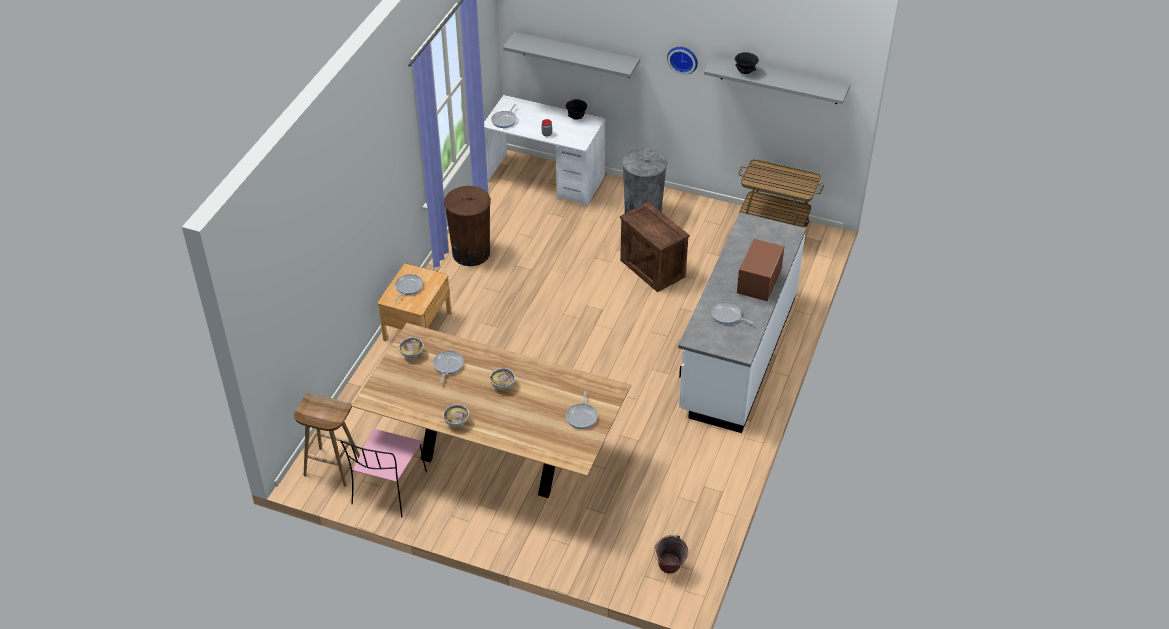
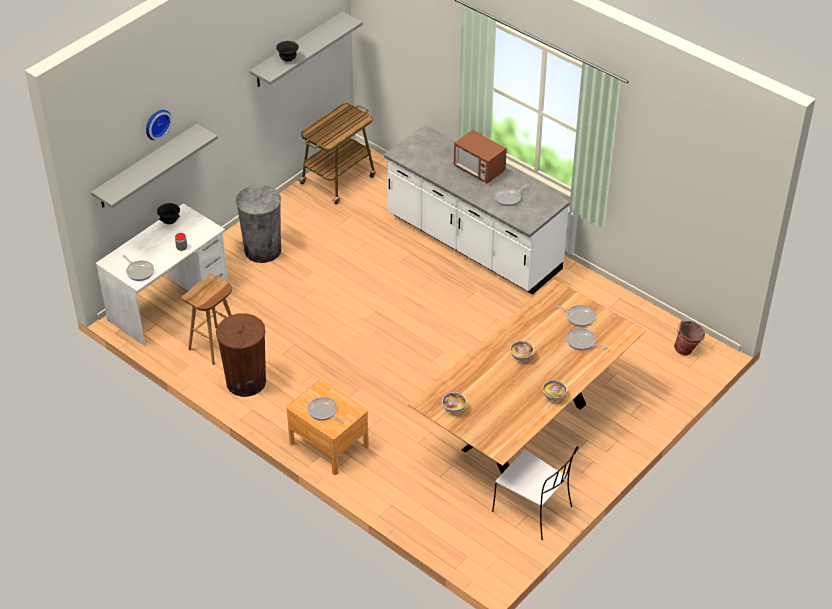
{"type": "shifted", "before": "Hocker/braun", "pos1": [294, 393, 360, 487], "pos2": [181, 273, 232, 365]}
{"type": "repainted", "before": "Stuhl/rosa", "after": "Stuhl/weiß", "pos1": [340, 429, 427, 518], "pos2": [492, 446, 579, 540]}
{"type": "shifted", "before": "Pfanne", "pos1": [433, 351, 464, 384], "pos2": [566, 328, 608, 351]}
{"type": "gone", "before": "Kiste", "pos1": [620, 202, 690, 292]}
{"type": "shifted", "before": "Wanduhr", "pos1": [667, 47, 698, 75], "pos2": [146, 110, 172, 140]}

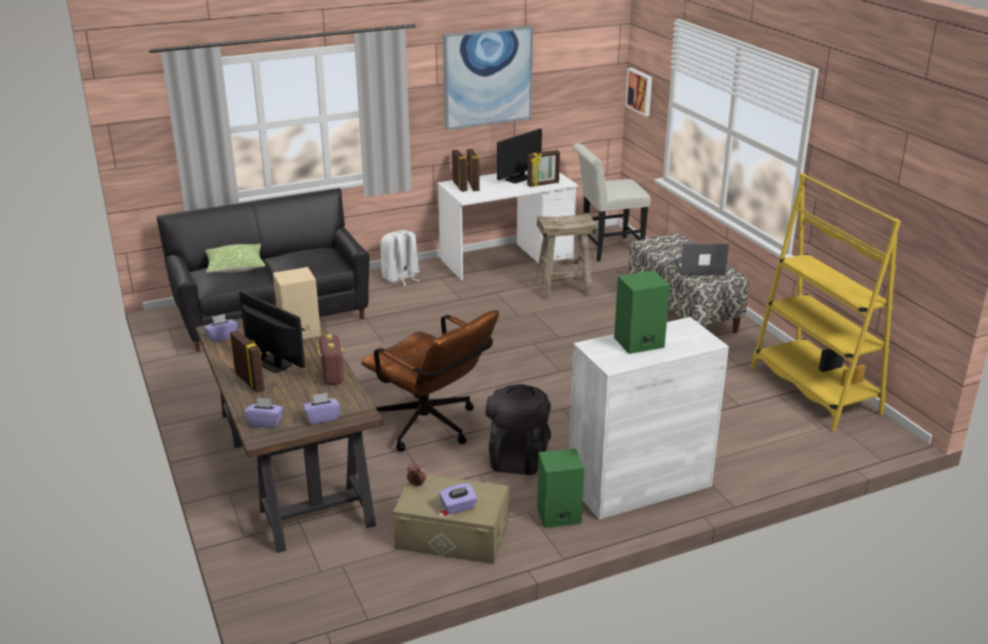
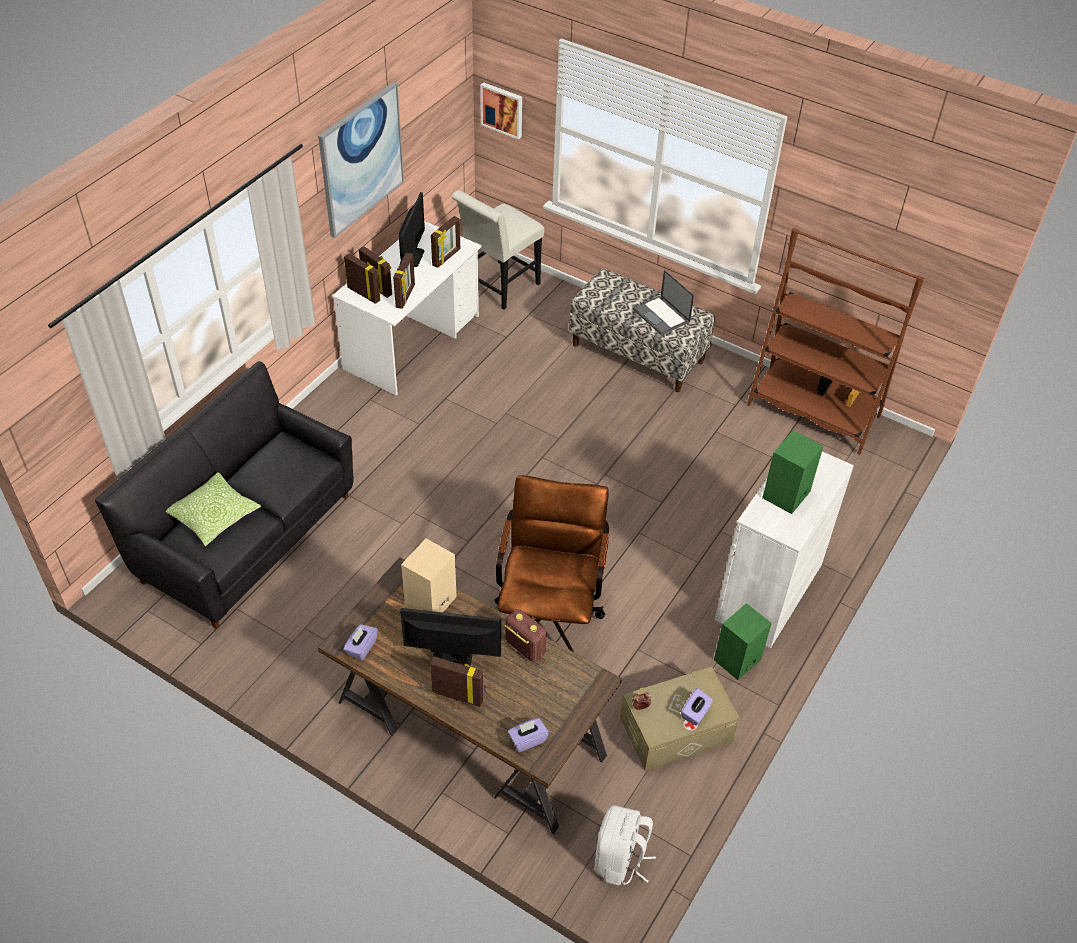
{"type": "gone", "before": "Taschentuchbox/lila", "pos1": [303, 393, 340, 424]}
{"type": "rotated", "before": "Bürostuhl/braun", "pos1": [361, 310, 499, 452], "pos2": [494, 475, 609, 652], "turn": -90}
{"type": "shifted", "before": "Rucksack/weiß", "pos1": [380, 230, 420, 286], "pos2": [595, 805, 656, 885]}
{"type": "gone", "before": "Rucksack/schwarz", "pos1": [486, 384, 551, 475]}
{"type": "gone", "before": "Hocker/beige", "pos1": [536, 213, 596, 300]}
{"type": "rotated", "before": "Laptop", "pos1": [674, 244, 729, 275], "pos2": [633, 270, 694, 336], "turn": -90}
{"type": "repainted", "before": "Bücherregal/gelb", "after": "Bücherregal/braun", "pos1": [751, 173, 901, 431], "pos2": [747, 228, 924, 455]}
{"type": "new", "after": "Bilderrahmen", "pos2": [393, 253, 415, 309]}

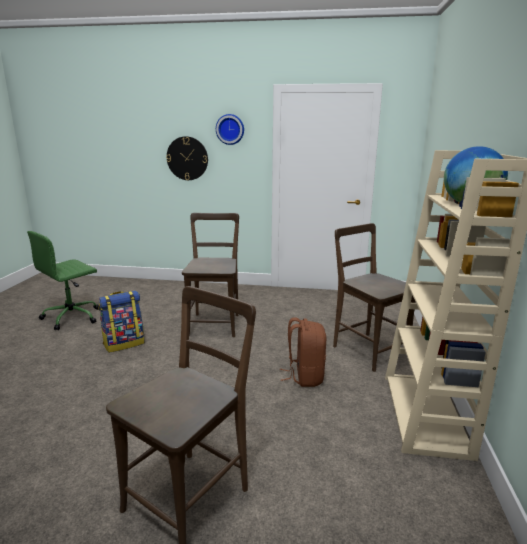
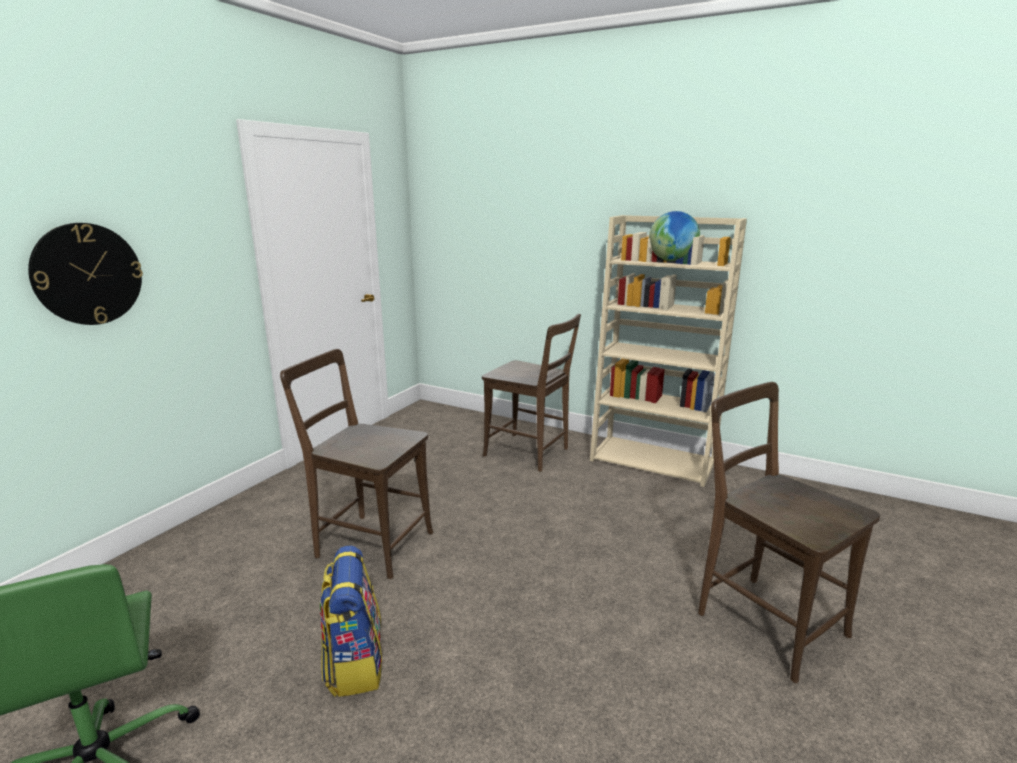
{"type": "gone", "before": "Wanduhr", "pos1": [216, 114, 244, 145]}
{"type": "gone", "before": "Rucksack/braun", "pos1": [280, 317, 326, 387]}
{"type": "rotated", "before": "Stuhl/braun", "pos1": [333, 223, 416, 372], "pos2": [482, 314, 581, 472], "turn": -135}

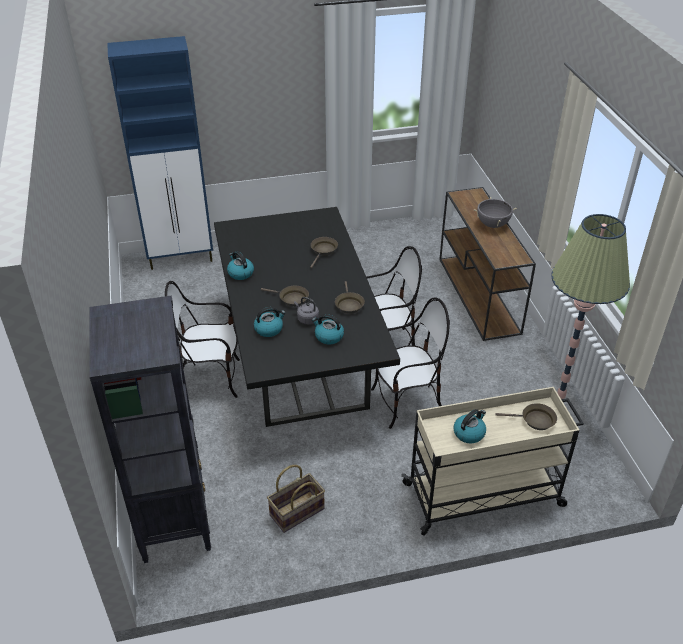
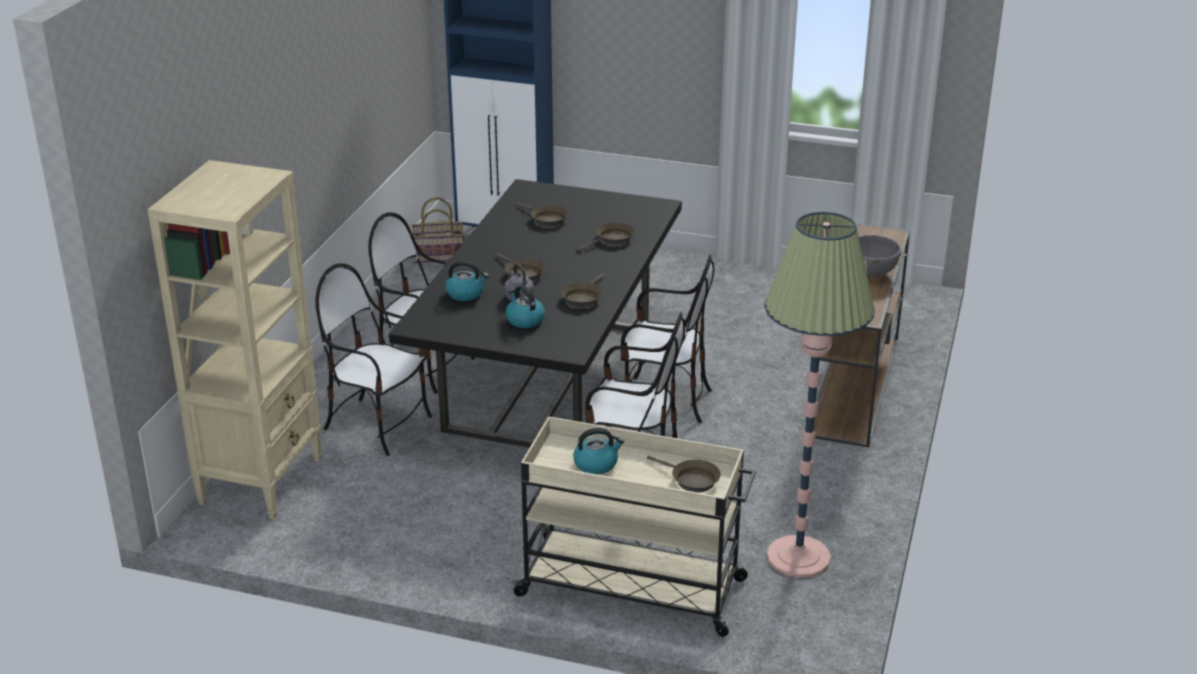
{"type": "repainted", "before": "Bücherregal/schwarz", "after": "Bücherregal/beige", "pos1": [89, 296, 211, 563], "pos2": [147, 160, 322, 519]}
{"type": "gone", "before": "Wasserkessel", "pos1": [227, 251, 254, 280]}
{"type": "shifted", "before": "Korb", "pos1": [267, 465, 325, 533], "pos2": [410, 197, 464, 263]}
{"type": "new", "after": "Stuhl", "pos2": [315, 263, 432, 456]}
{"type": "new", "after": "Pfanne/braun", "pos2": [516, 203, 568, 227]}

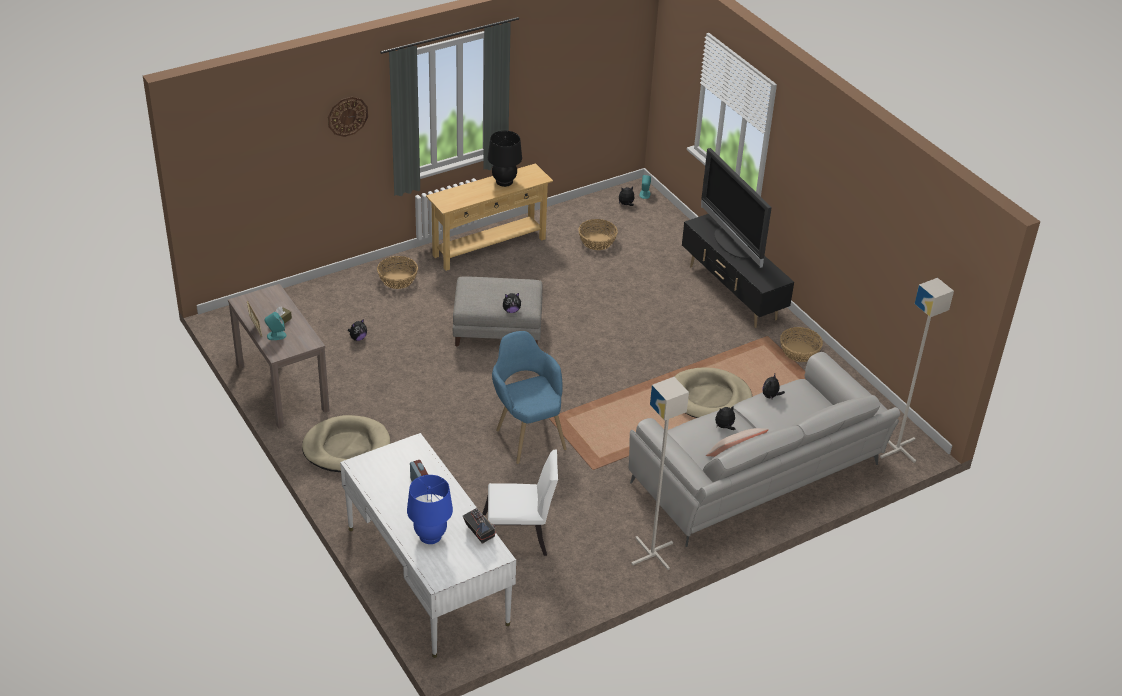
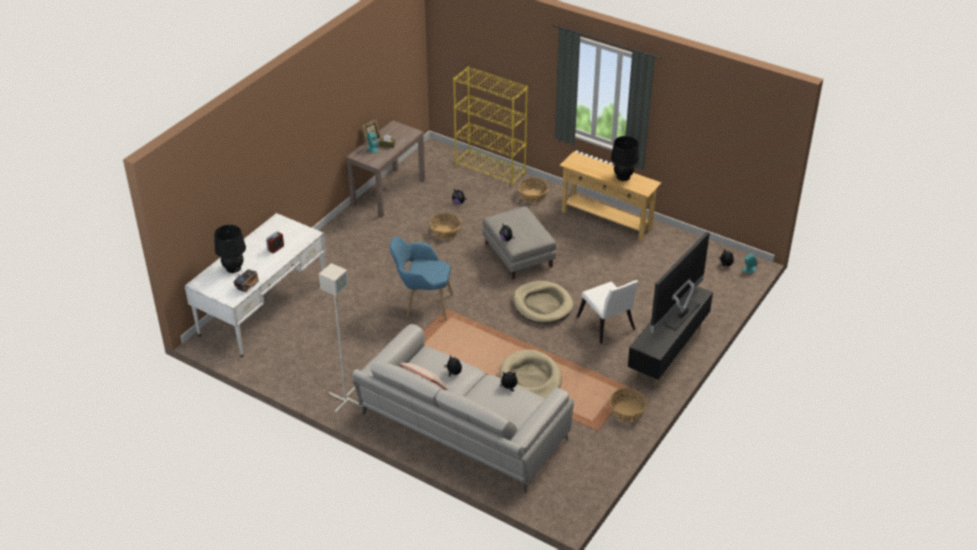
{"type": "shifted", "before": "Hundebett/beige", "pos1": [302, 415, 390, 472], "pos2": [513, 281, 574, 323]}
{"type": "gone", "before": "Wanduhr", "pos1": [328, 97, 368, 137]}
{"type": "repainted", "before": "Tischlampe/blau", "after": "Tischlampe/schwarz", "pos1": [407, 475, 453, 544], "pos2": [214, 225, 246, 273]}
{"type": "shifted", "before": "Stuhl/weiß", "pos1": [482, 449, 558, 556], "pos2": [577, 280, 638, 344]}
{"type": "rotated", "before": "Sessel/blau", "pos1": [492, 331, 567, 464], "pos2": [390, 236, 453, 321], "turn": -120}
{"type": "shifted", "before": "Korb", "pos1": [578, 219, 618, 250], "pos2": [429, 213, 461, 239]}
{"type": "gone", "before": "Stehlampe/grau", "pos1": [880, 278, 954, 463]}
{"type": "new", "after": "Bücherregal/gelb", "pos2": [453, 67, 528, 187]}

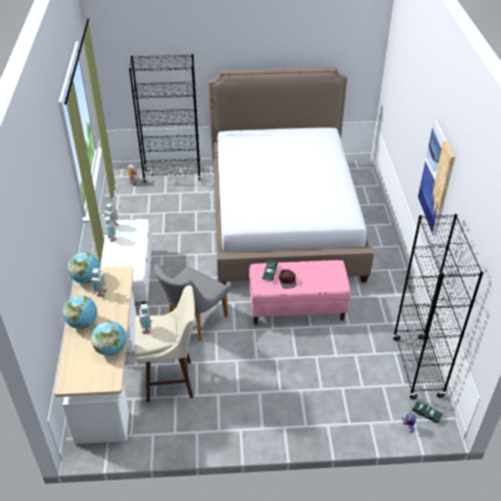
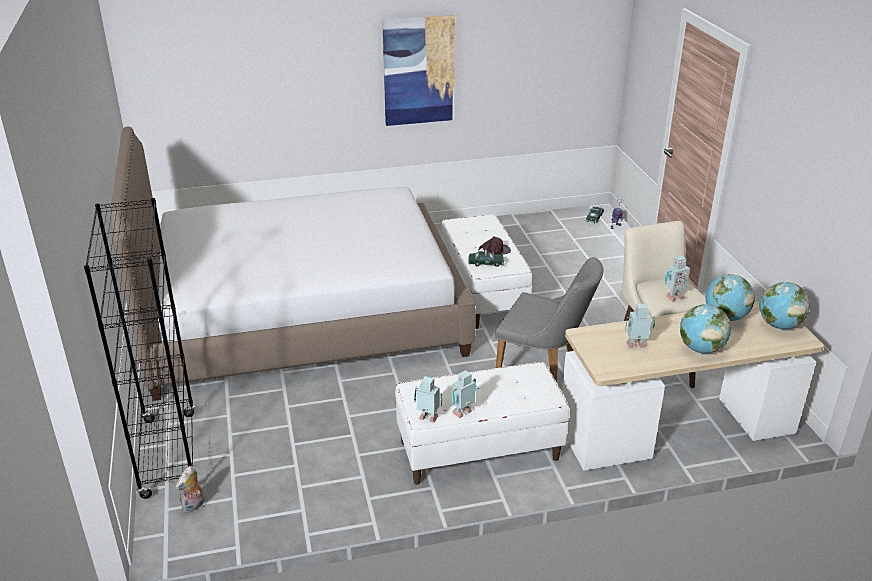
{"type": "shifted", "before": "Globus", "pos1": [68, 252, 100, 284], "pos2": [760, 282, 810, 329]}
{"type": "repainted", "before": "Bank/rosa", "after": "Bank/weiß", "pos1": [249, 260, 351, 325], "pos2": [441, 214, 532, 329]}
{"type": "gone", "before": "Bücherregal/schwarz", "pos1": [393, 214, 484, 399]}

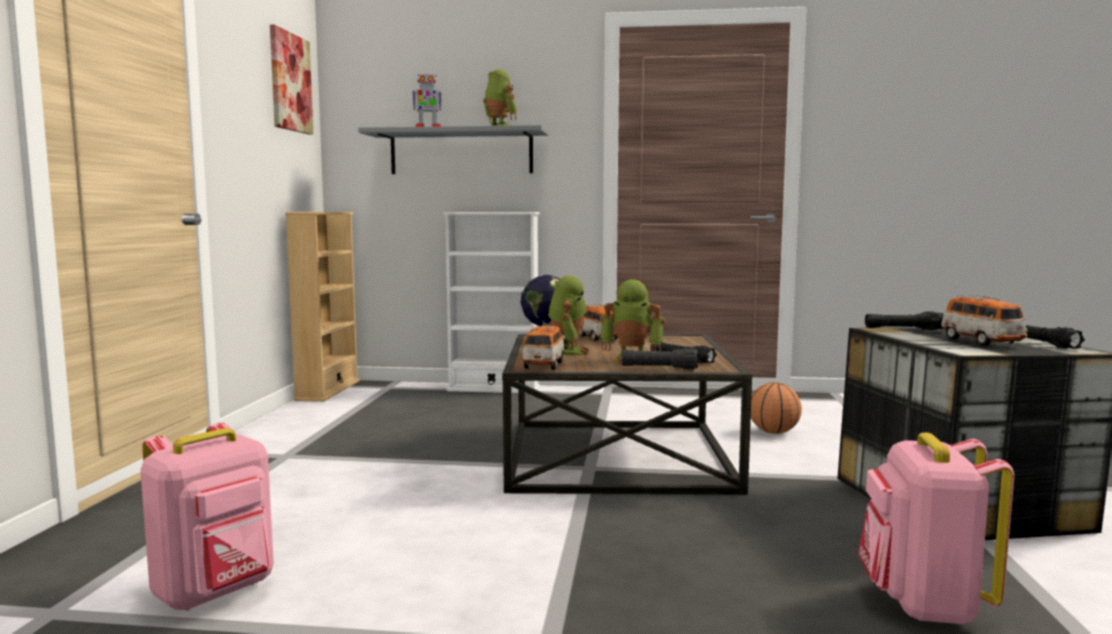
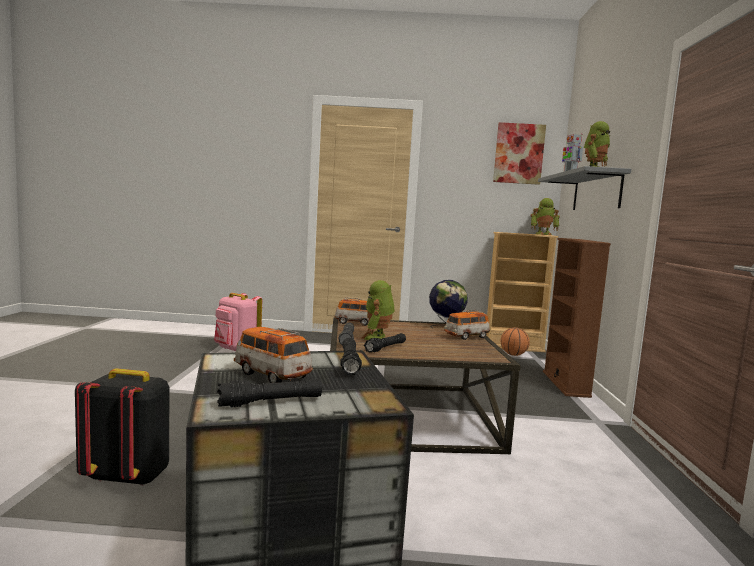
{"type": "repainted", "before": "Bücherregal/weiß", "after": "Bücherregal/braun", "pos1": [443, 212, 540, 394], "pos2": [543, 238, 611, 398]}
{"type": "shifted", "before": "Spielzeugroboter", "pos1": [548, 276, 589, 355], "pos2": [531, 198, 560, 235]}
{"type": "shifted", "before": "Basketball", "pos1": [751, 382, 802, 434], "pos2": [501, 327, 530, 356]}
{"type": "repainted", "before": "Rucksack/rosa", "after": "Rucksack/schwarz", "pos1": [858, 432, 1014, 624], "pos2": [75, 368, 169, 486]}
{"type": "rotated", "before": "Spielzeugauto", "pos1": [941, 294, 1028, 346], "pos2": [234, 327, 313, 383], "turn": 60}

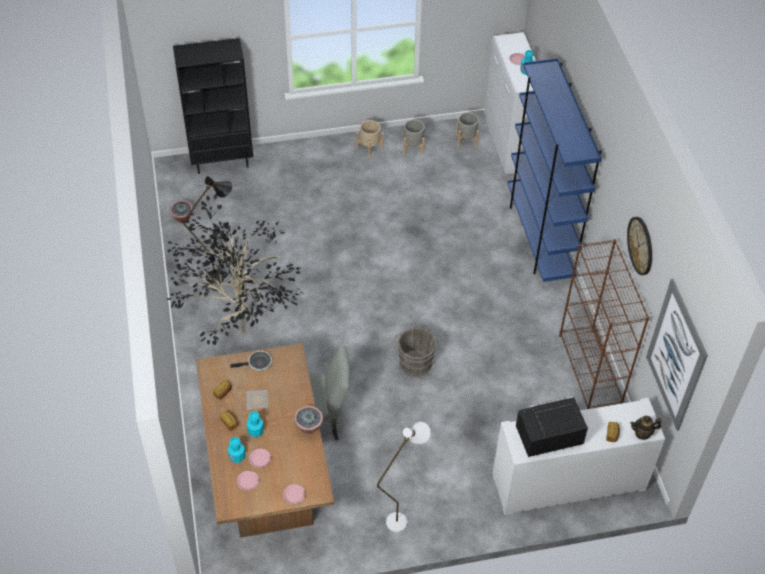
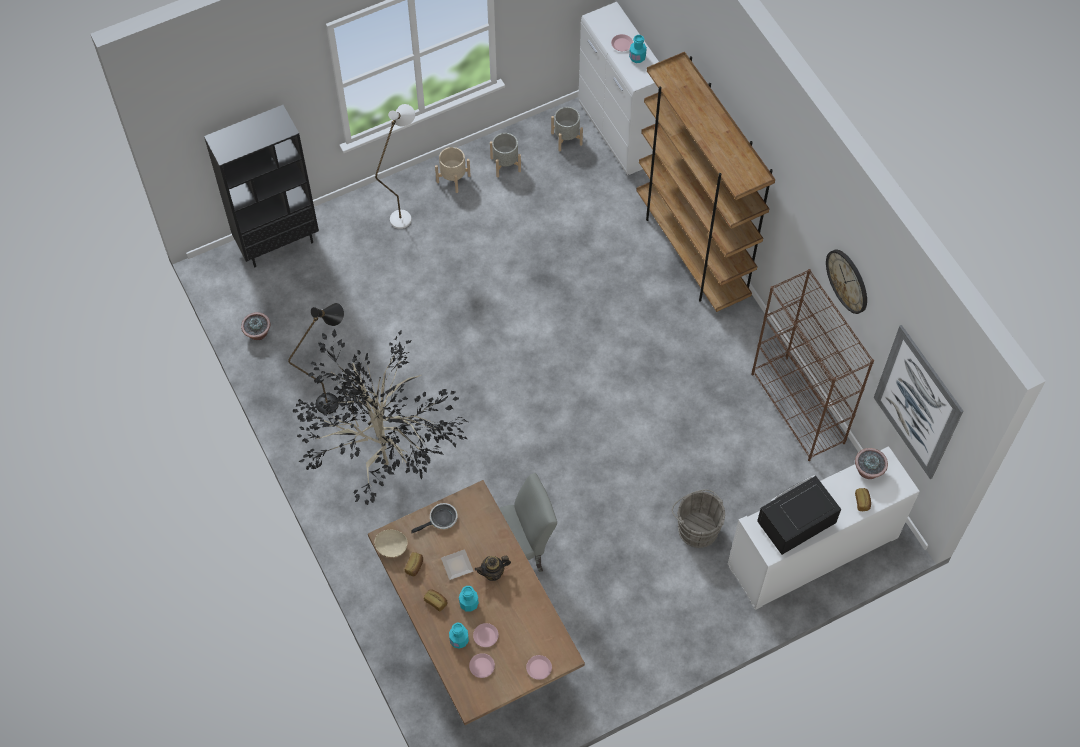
{"type": "shifted", "before": "Topfpflanze", "pos1": [294, 406, 323, 434], "pos2": [855, 448, 888, 479]}
{"type": "shifted", "before": "Stehlampe/weiß", "pos1": [377, 422, 431, 532], "pos2": [375, 104, 415, 229]}
{"type": "shifted", "before": "Eimer/grau", "pos1": [395, 328, 437, 377], "pos2": [672, 489, 725, 548]}
{"type": "repainted", "before": "Bücherregal/blau", "after": "Bücherregal/braun", "pos1": [507, 58, 602, 282], "pos2": [636, 52, 775, 312]}
{"type": "shifted", "before": "Teekanne", "pos1": [630, 416, 661, 440], "pos2": [475, 555, 511, 581]}
{"type": "new", "after": "Schüssel/beige", "pos2": [374, 530, 407, 557]}

